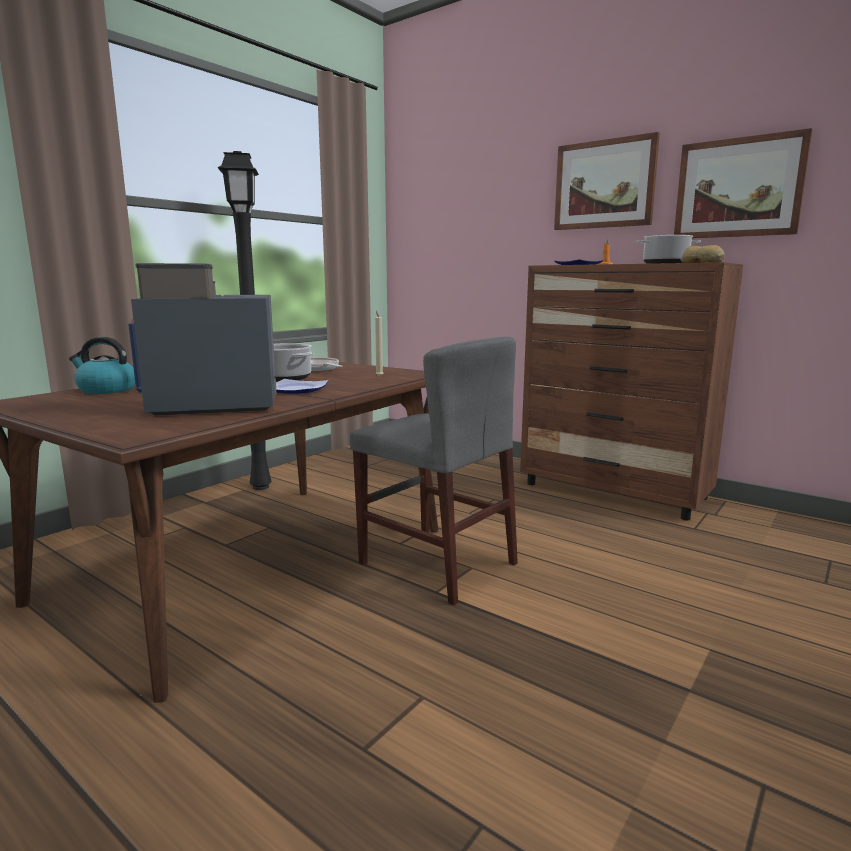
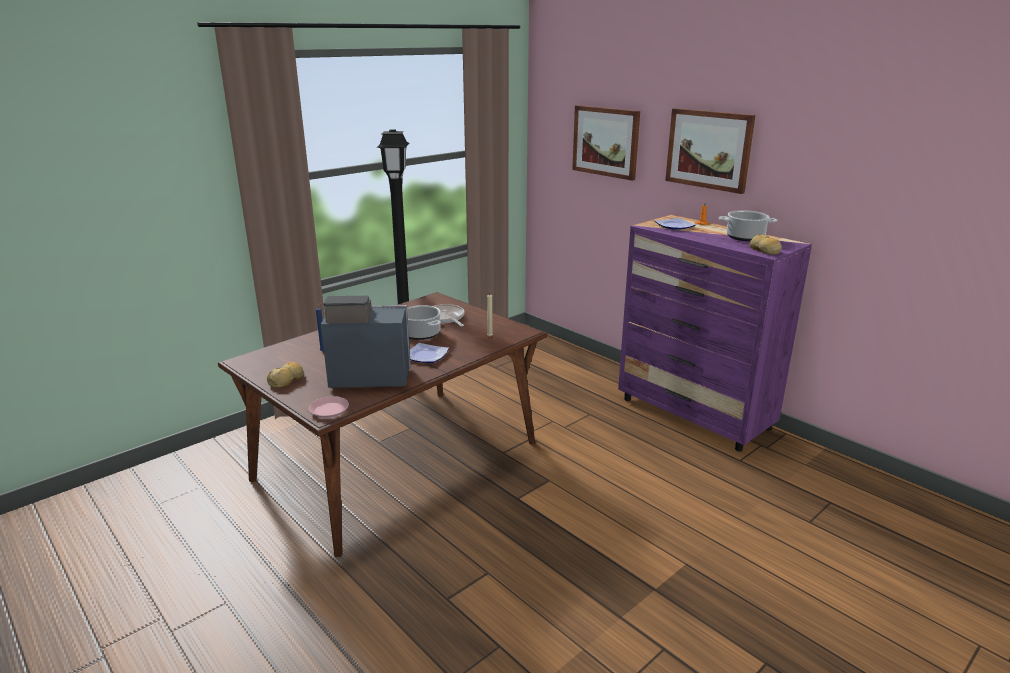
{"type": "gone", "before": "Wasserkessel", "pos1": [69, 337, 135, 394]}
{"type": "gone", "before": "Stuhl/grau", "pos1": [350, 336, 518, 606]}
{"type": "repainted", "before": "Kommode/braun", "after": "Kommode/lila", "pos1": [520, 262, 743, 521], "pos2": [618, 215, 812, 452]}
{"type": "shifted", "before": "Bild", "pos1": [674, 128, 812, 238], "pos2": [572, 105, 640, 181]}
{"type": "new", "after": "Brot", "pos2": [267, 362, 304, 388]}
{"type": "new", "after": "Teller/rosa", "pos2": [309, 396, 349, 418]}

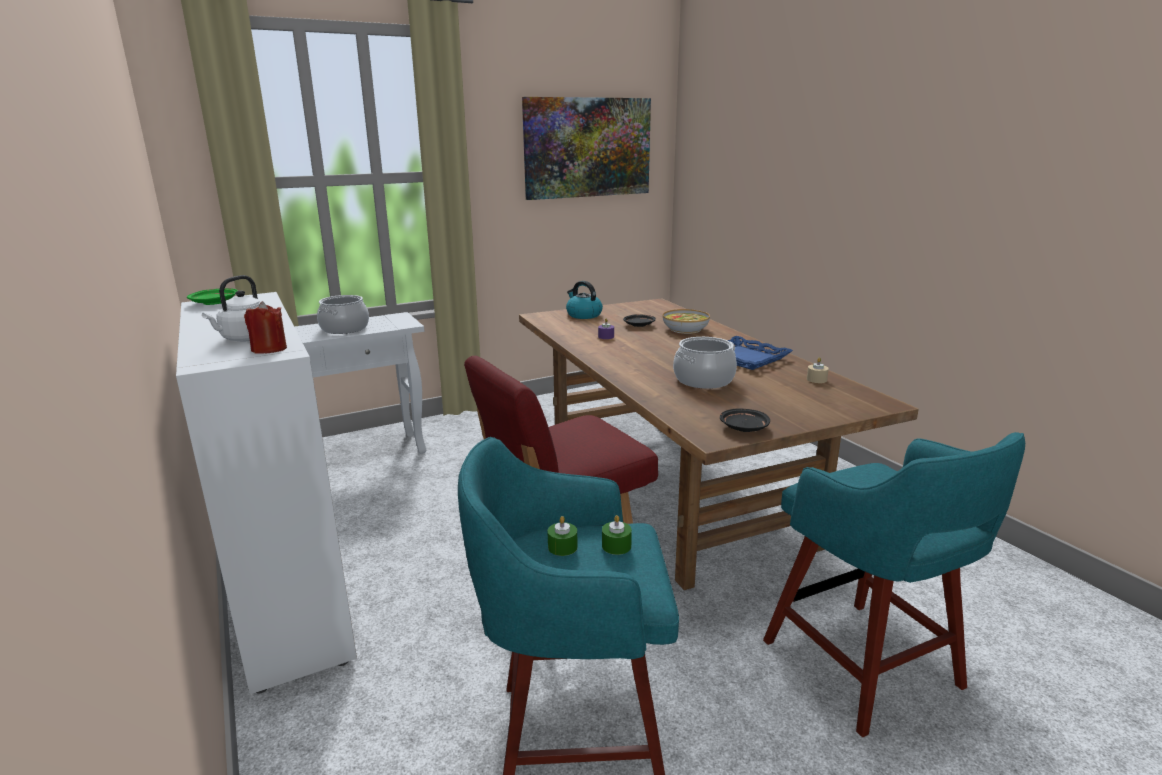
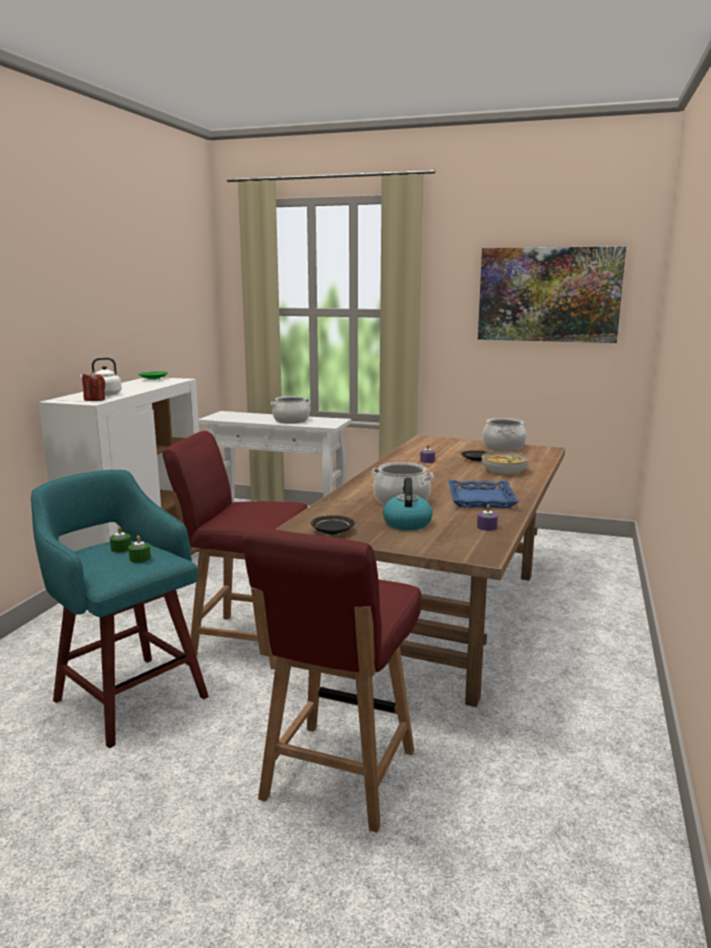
{"type": "shifted", "before": "Wasserkessel", "pos1": [566, 281, 603, 319], "pos2": [383, 477, 433, 530]}
{"type": "swapped", "before": "Hocker/türkis", "after": "Stuhl/rot", "pos1": [763, 432, 1025, 737], "pos2": [242, 528, 421, 833]}
{"type": "repainted", "before": "Kerze/beige", "after": "Kerze/lila", "pos1": [807, 357, 829, 383], "pos2": [477, 505, 498, 531]}
{"type": "new", "after": "Kochtopf", "pos2": [482, 418, 527, 451]}

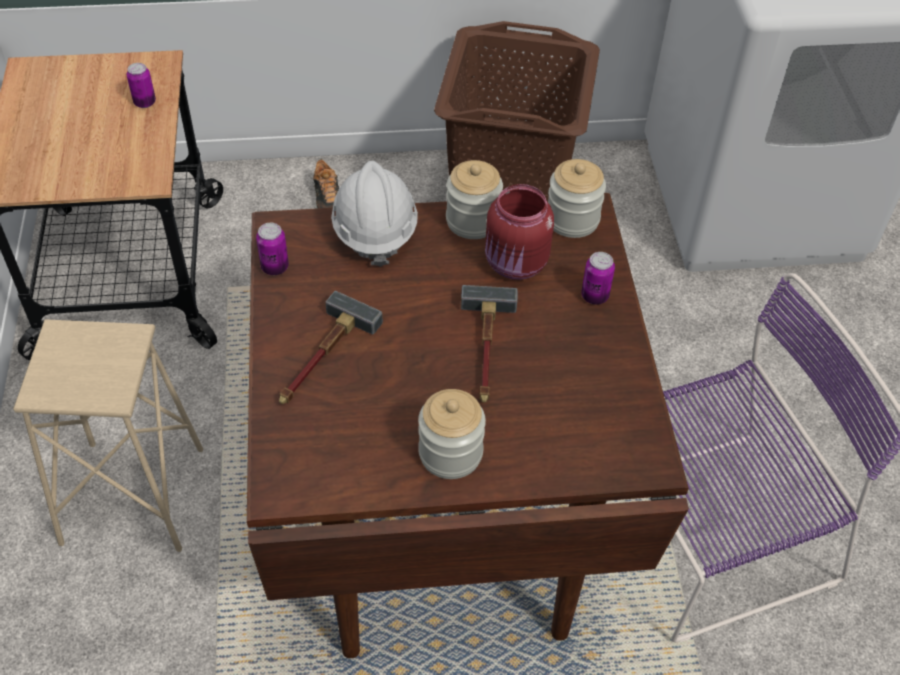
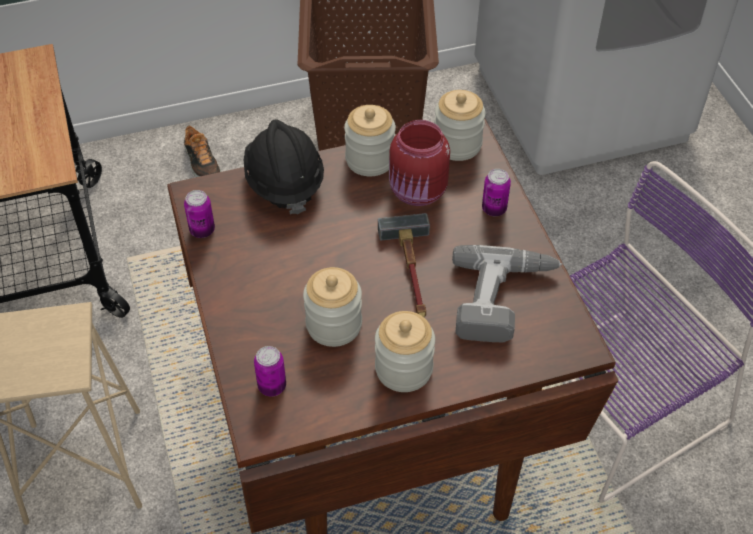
{"type": "shifted", "before": "Dose", "pos1": [127, 63, 156, 108], "pos2": [254, 346, 286, 396]}
{"type": "gone", "before": "Hammer", "pos1": [279, 291, 383, 404]}
{"type": "repainted", "before": "Schutzhelm/weiß", "after": "Schutzhelm/schwarz", "pos1": [331, 161, 418, 267], "pos2": [244, 119, 324, 214]}
{"type": "new", "after": "Vorratsglas", "pos2": [303, 267, 362, 347]}
{"type": "new", "after": "Bohrmaschine", "pos2": [452, 245, 562, 342]}

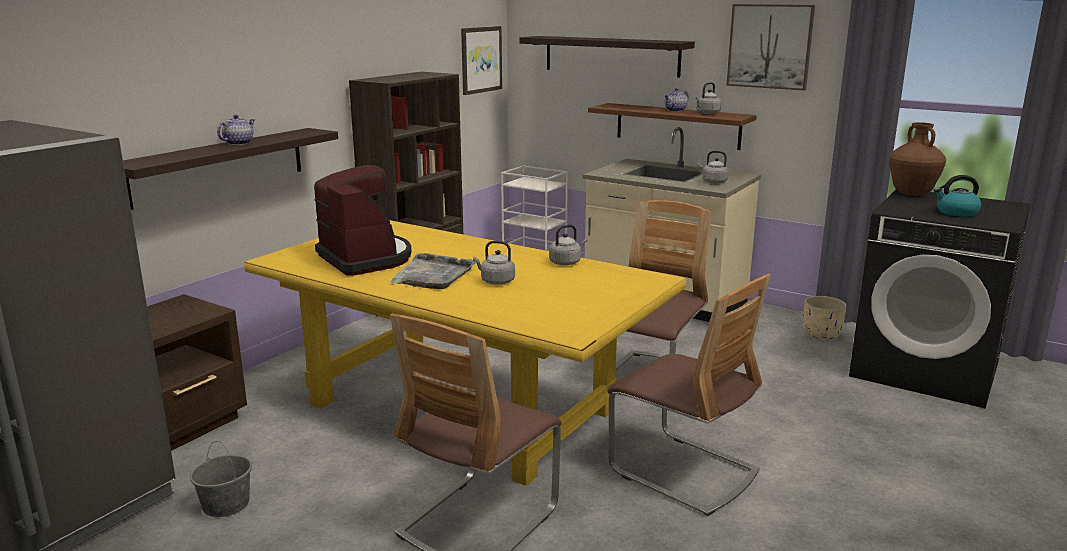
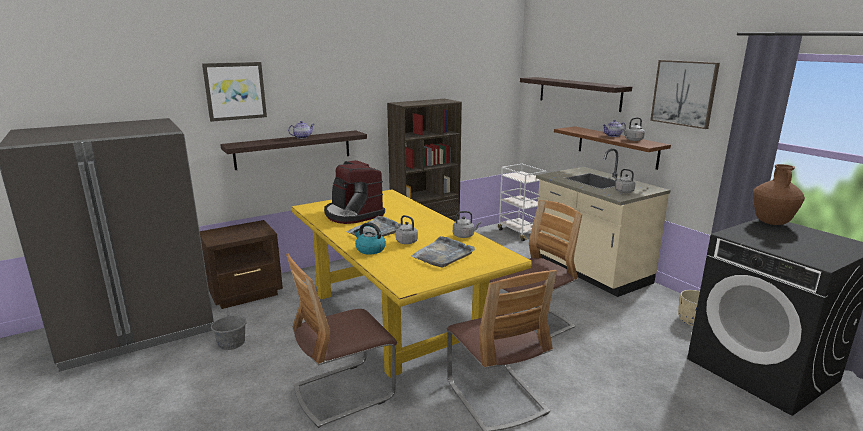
{"type": "rotated", "before": "Kaffeemaschine", "pos1": [314, 165, 412, 276], "pos2": [324, 160, 385, 224], "turn": 150}
{"type": "shifted", "before": "Bild", "pos1": [461, 26, 502, 95], "pos2": [202, 62, 267, 122]}
{"type": "shifted", "before": "Wasserkessel", "pos1": [934, 175, 981, 217], "pos2": [353, 222, 386, 254]}
{"type": "new", "after": "Tablett/grau", "pos2": [411, 236, 475, 268]}

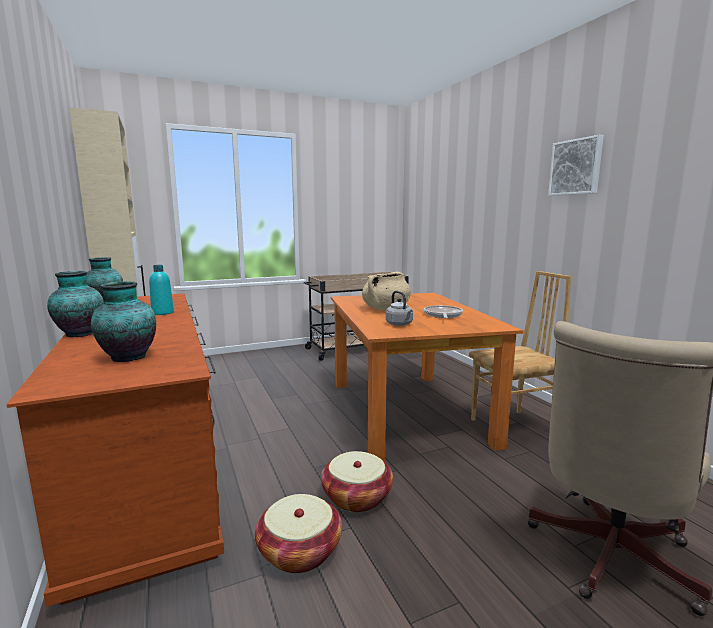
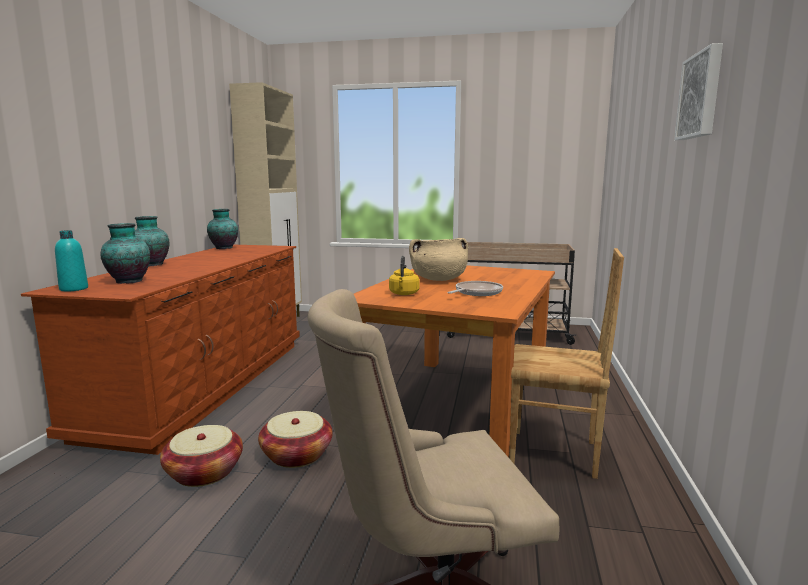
{"type": "shifted", "before": "Flasche/türkis", "pos1": [149, 265, 174, 315], "pos2": [55, 230, 88, 291]}
{"type": "repainted", "before": "Wasserkessel/grau", "after": "Wasserkessel/gelb", "pos1": [386, 291, 413, 326], "pos2": [389, 256, 419, 295]}

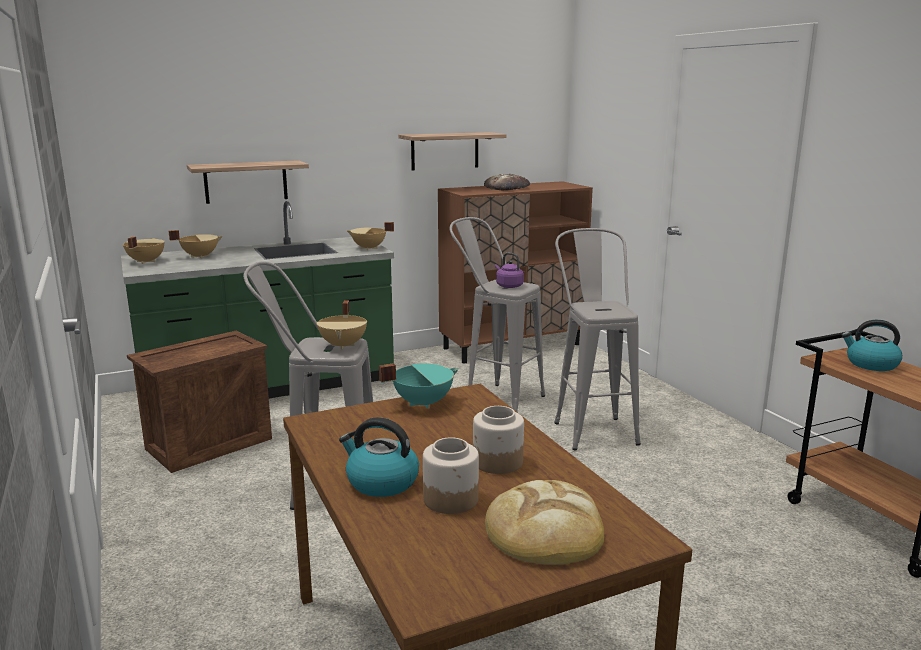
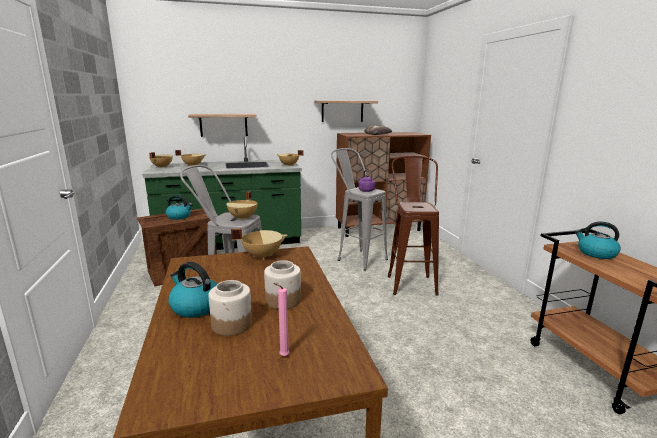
{"type": "repainted", "before": "Kochtopf/türkis", "after": "Kochtopf/beige", "pos1": [379, 363, 459, 409], "pos2": [231, 228, 288, 260]}
{"type": "swapped", "before": "Brot", "after": "Kerze/rosa", "pos1": [485, 480, 604, 565], "pos2": [273, 283, 290, 356]}
{"type": "repainted", "before": "Hocker/grau", "after": "Hocker/braun", "pos1": [554, 228, 641, 450], "pos2": [388, 156, 439, 296]}
{"type": "new", "after": "Wasserkessel", "pos2": [166, 195, 193, 220]}

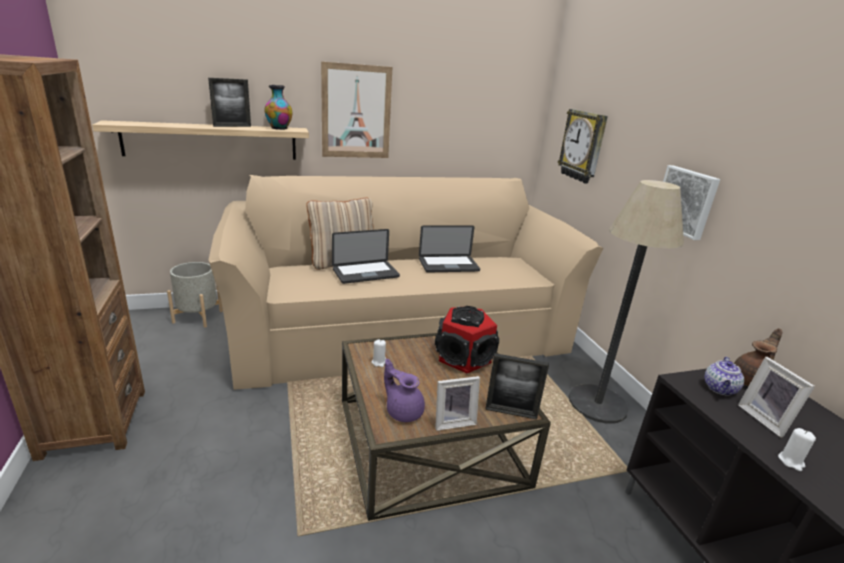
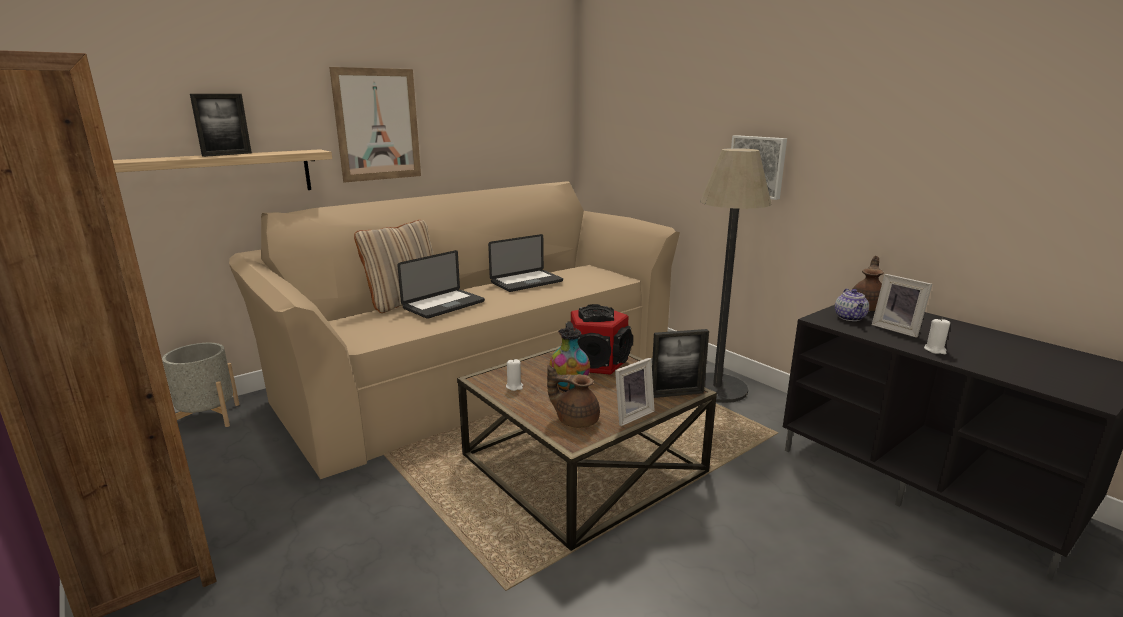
{"type": "shifted", "before": "Vase", "pos1": [265, 85, 293, 130], "pos2": [549, 327, 590, 392]}
{"type": "repainted", "before": "Teekanne/lila", "after": "Teekanne/braun", "pos1": [384, 359, 425, 422], "pos2": [547, 365, 600, 428]}
{"type": "gone", "before": "Wanduhr", "pos1": [558, 109, 608, 184]}

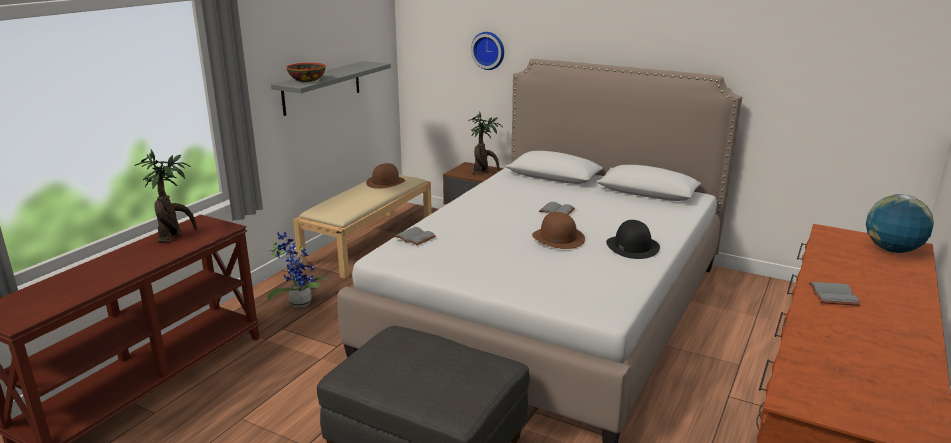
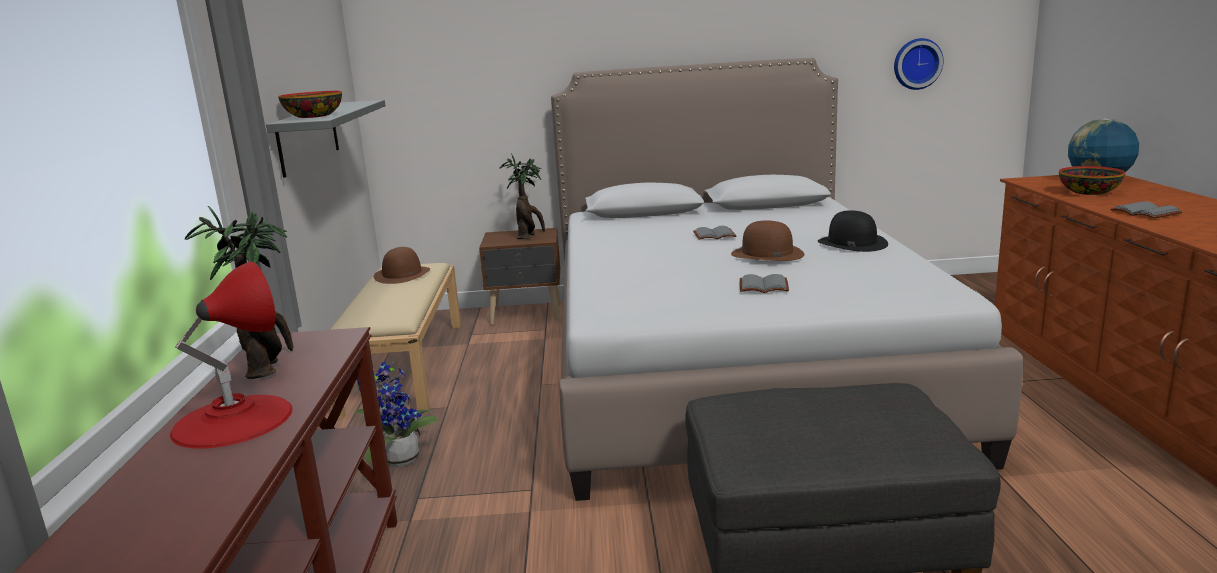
{"type": "shifted", "before": "Buch/grau", "pos1": [394, 227, 436, 245], "pos2": [740, 274, 789, 293]}
{"type": "shifted", "before": "Wanduhr", "pos1": [471, 32, 504, 70], "pos2": [894, 38, 944, 90]}
{"type": "new", "after": "Tischlampe/rot", "pos2": [170, 261, 293, 449]}
{"type": "new", "after": "Schüssel", "pos2": [1059, 166, 1126, 195]}

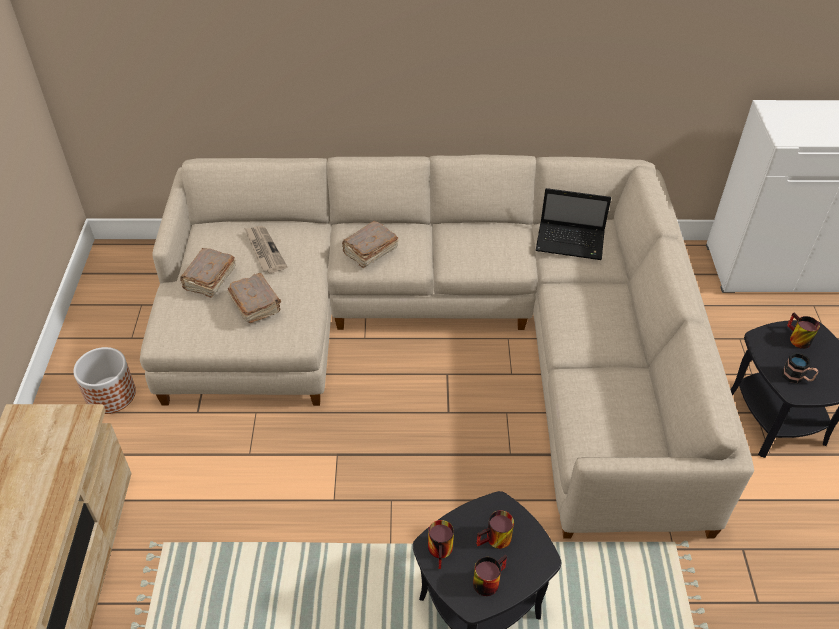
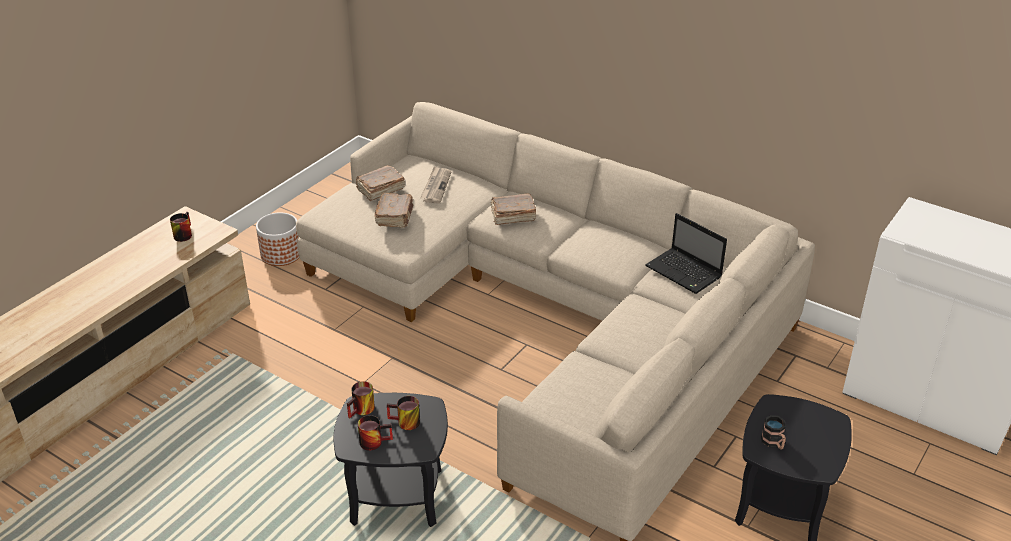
{"type": "shifted", "before": "Henkelbecher", "pos1": [787, 312, 820, 349], "pos2": [170, 212, 192, 242]}

